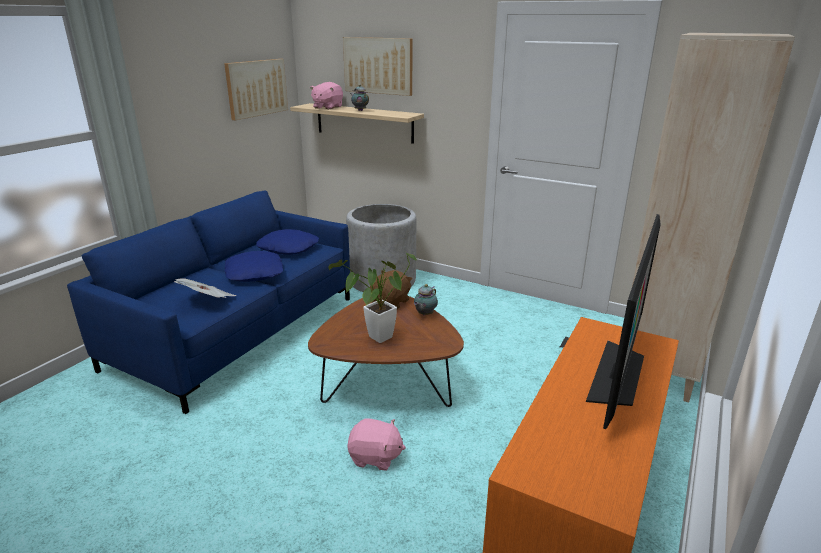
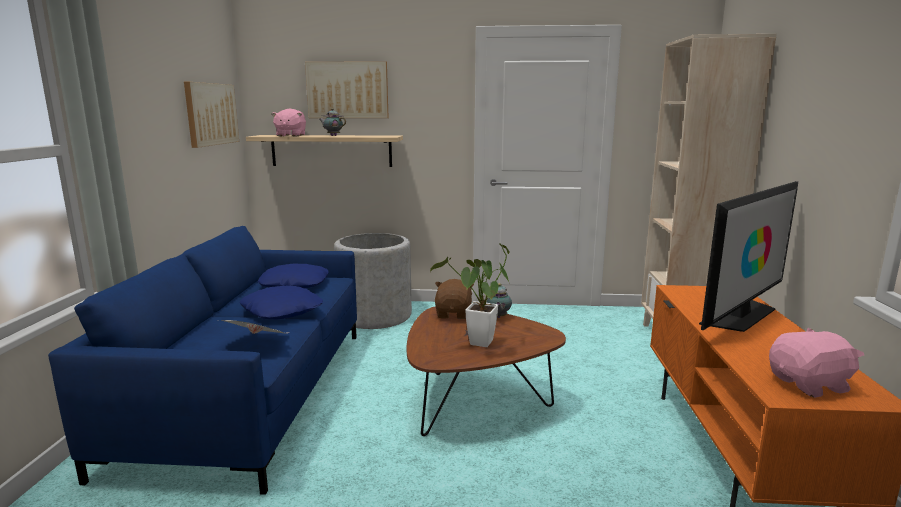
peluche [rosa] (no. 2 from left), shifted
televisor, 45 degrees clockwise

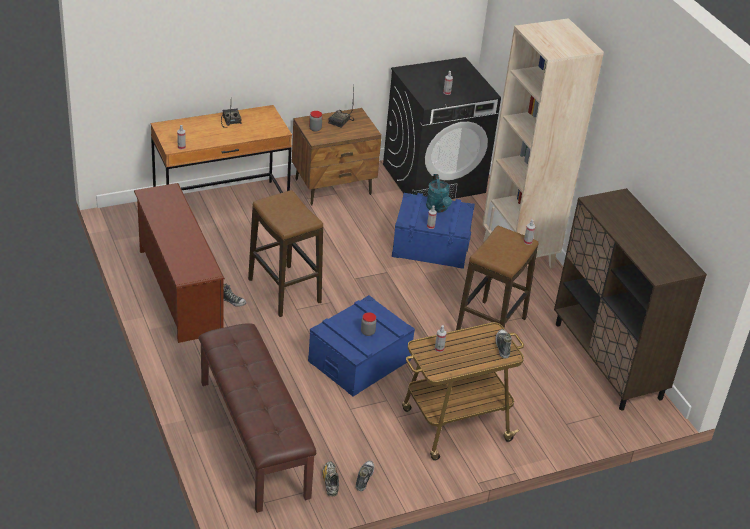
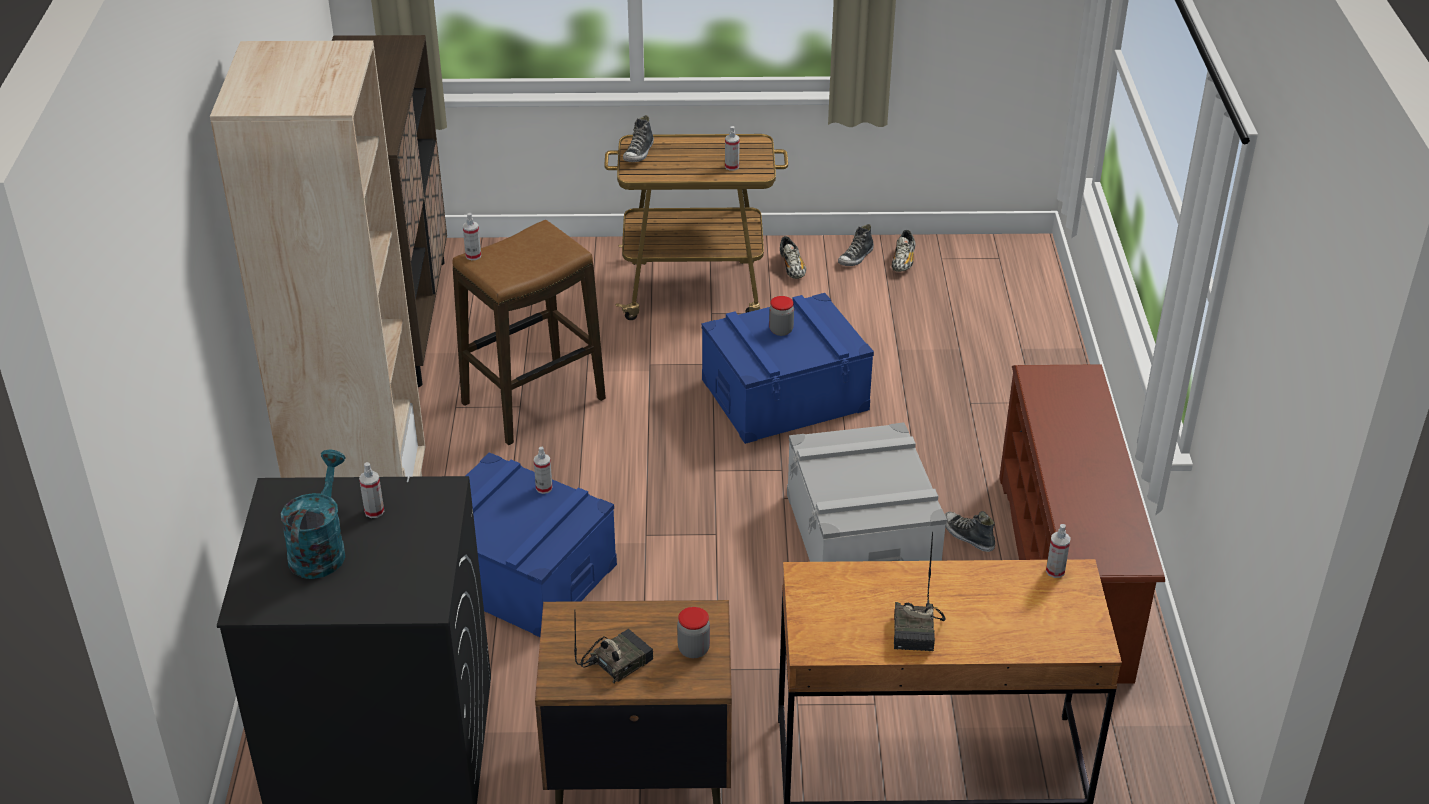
banco [marrón] → -
taburete (no. 1 from left) → caja de almacenaje [gris]
regadera [turquesa], shifted
- → zapato (no. 2 from left)

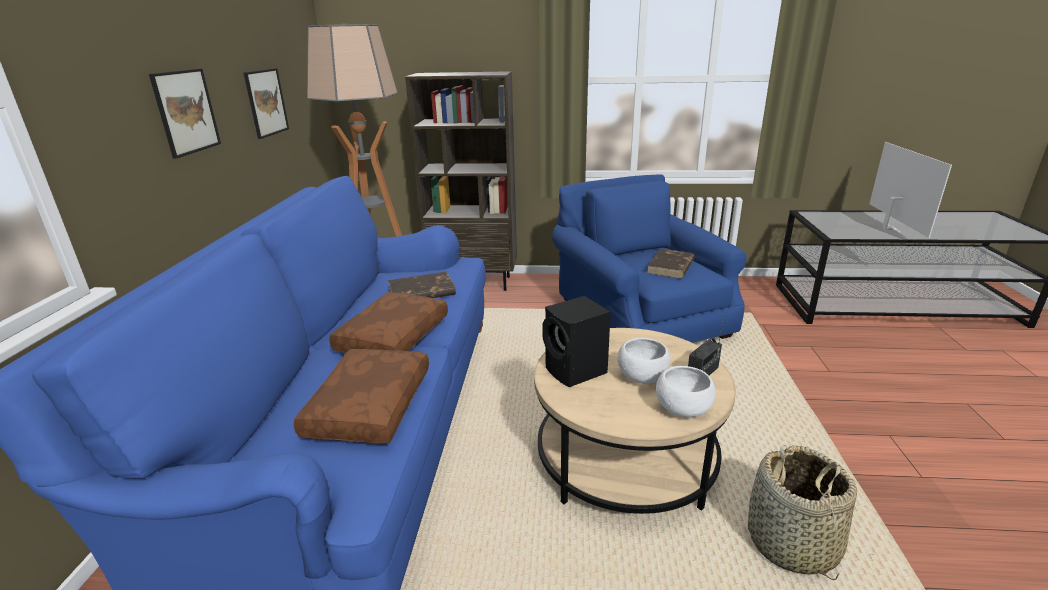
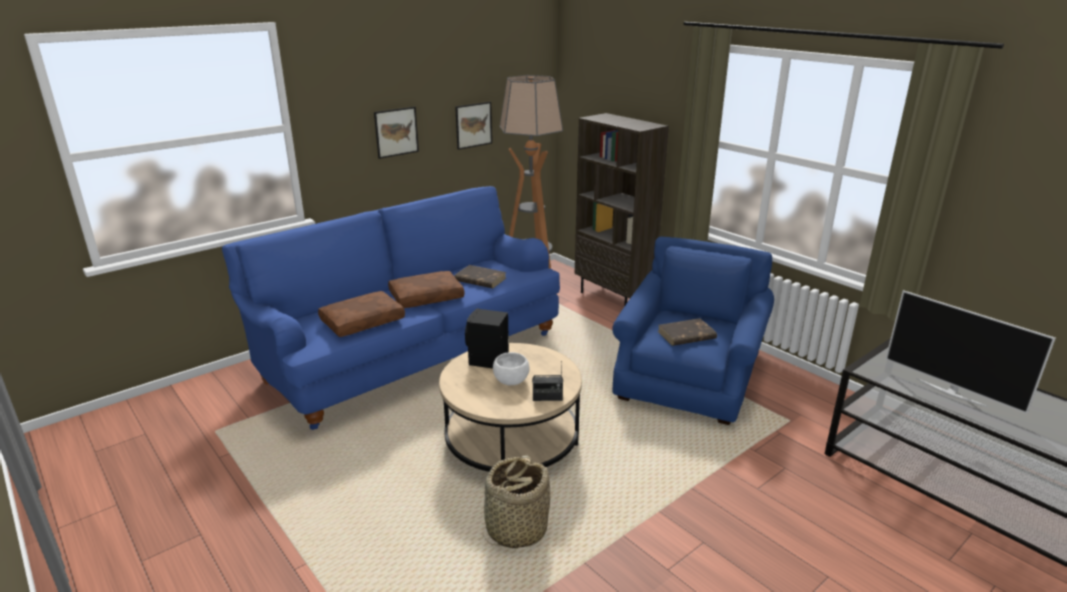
cuenco [blanco] (no. 2 from left) → -
televisor, 90 degrees clockwise

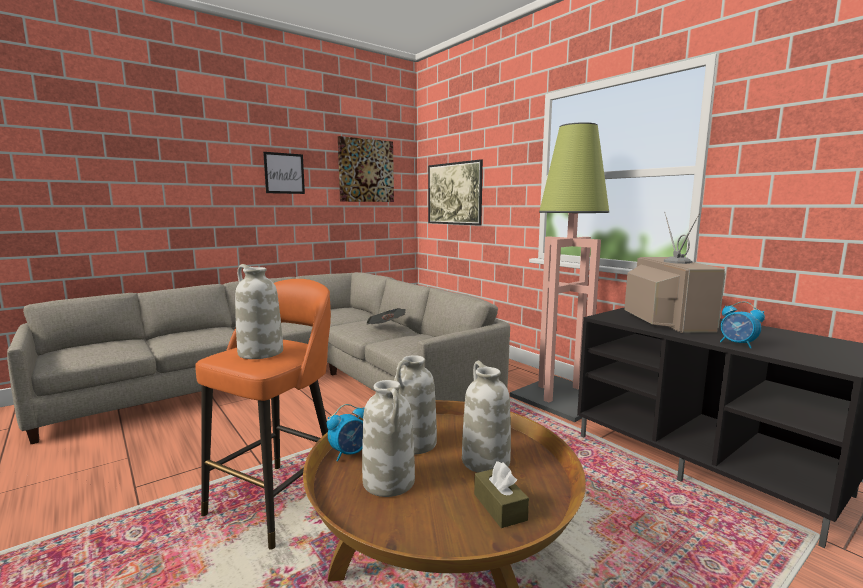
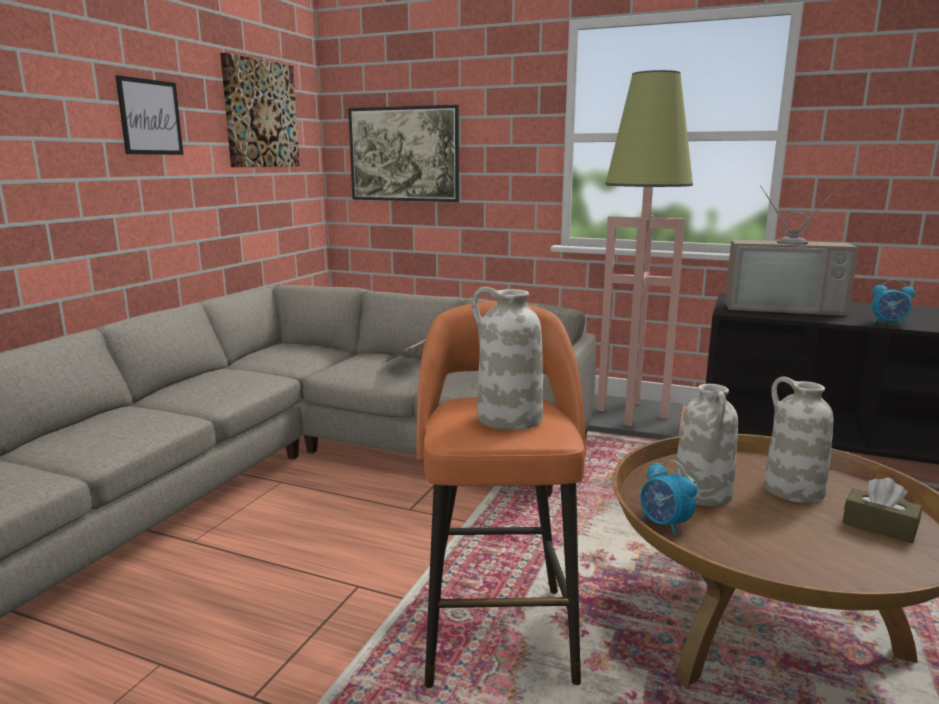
despertador (no. 1 from left), 120 degrees clockwise
florero [blanco] (no. 2 from left) → -
televisor, 135 degrees clockwise

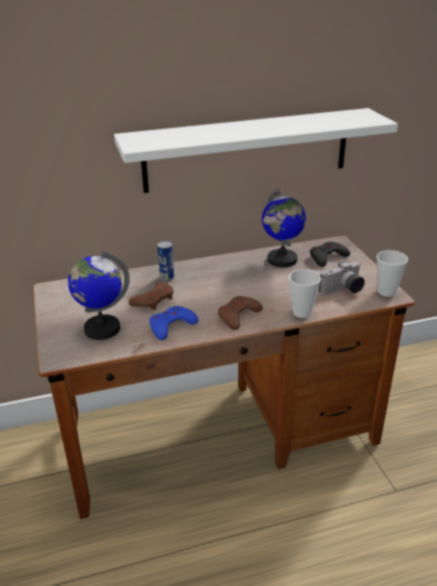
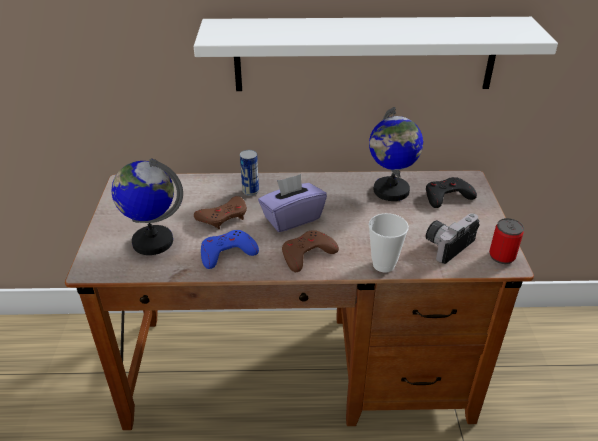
cámara, 150 degrees clockwise
taza (no. 2 from left) → lata (no. 2 from left)
- → caja de pañuelos [morado]

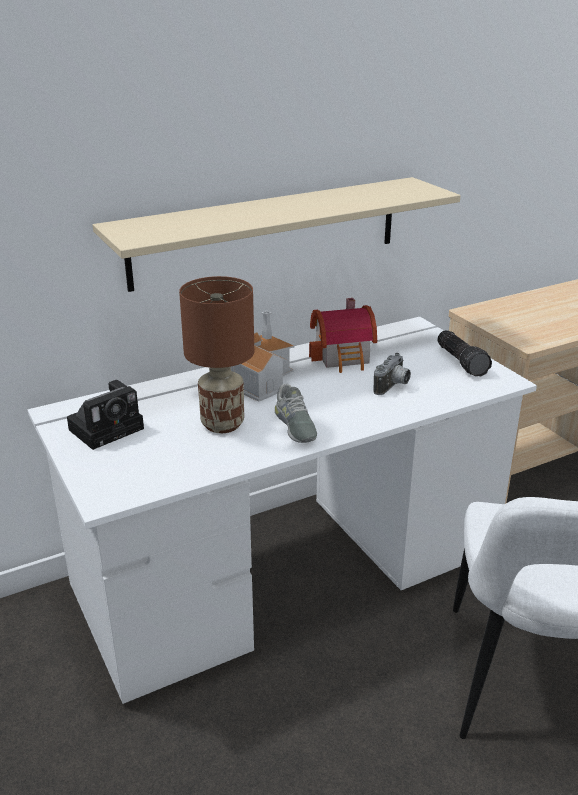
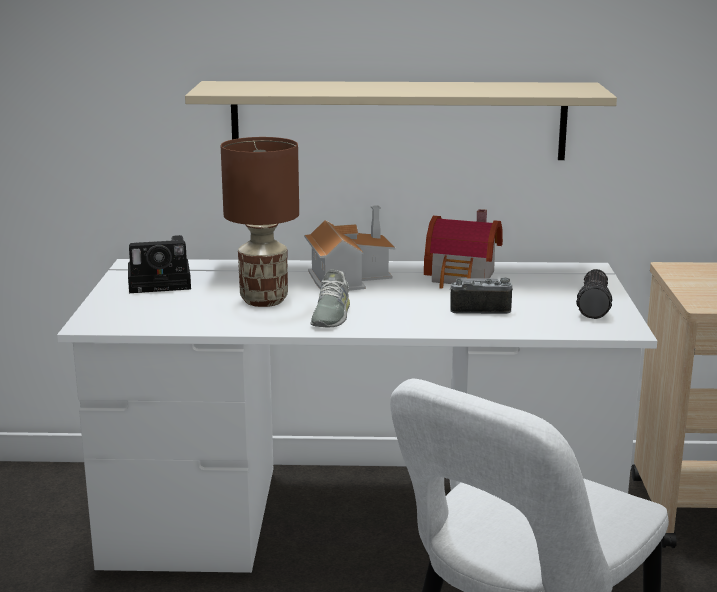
cámara (no. 2 from left), 150 degrees counterclockwise

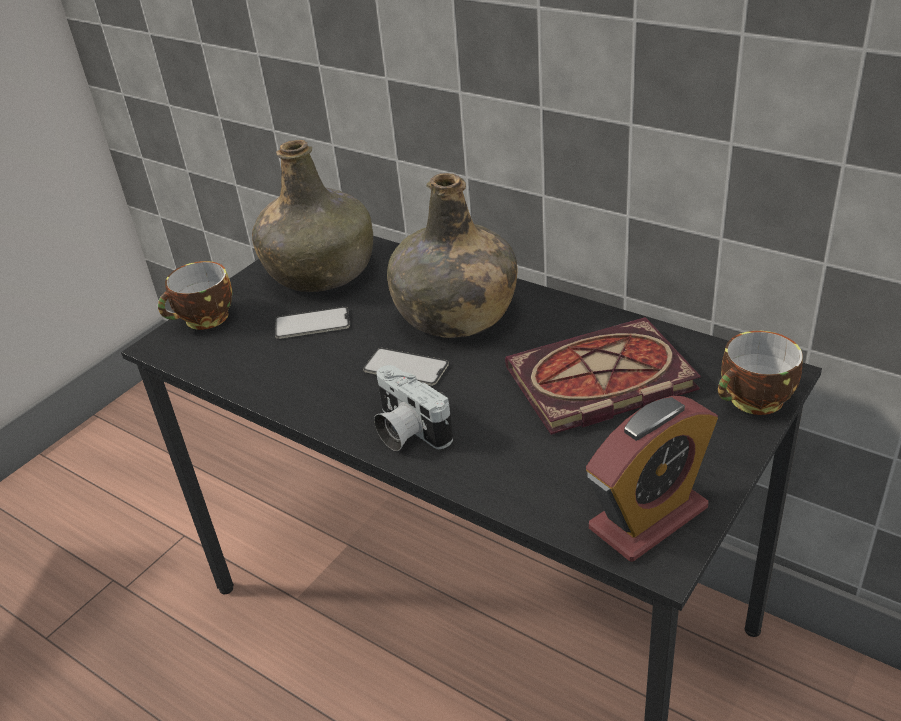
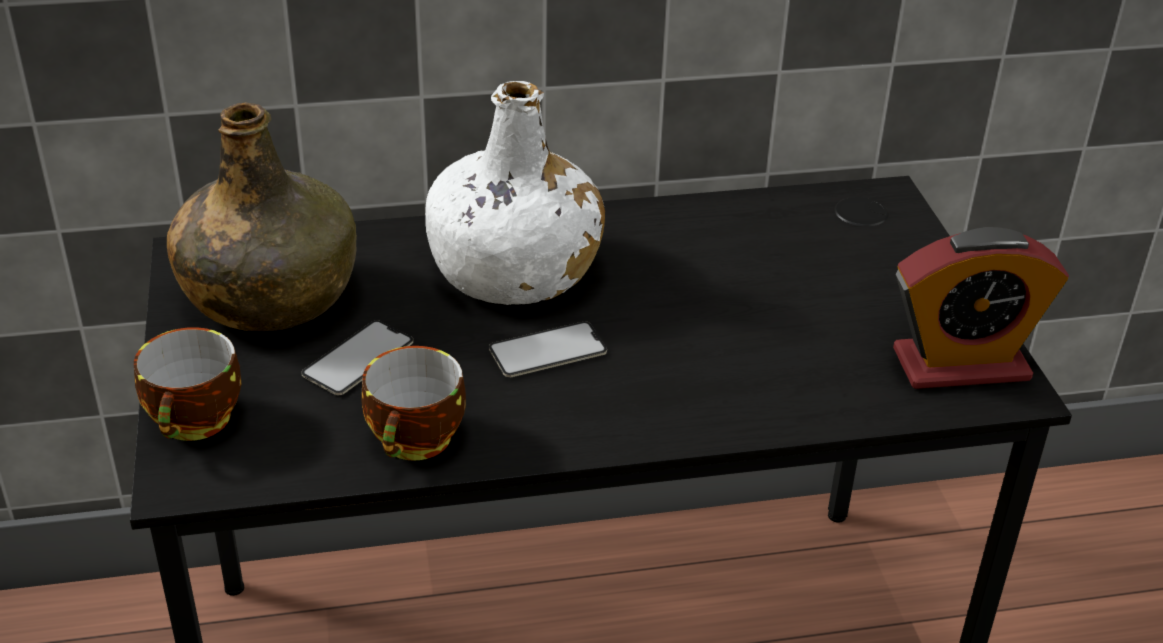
cámara → -
botella [verde] (no. 2 from left) → botella [blanco]
libro → -
despertador, 75 degrees clockwise
taza (no. 2 from left), shifted

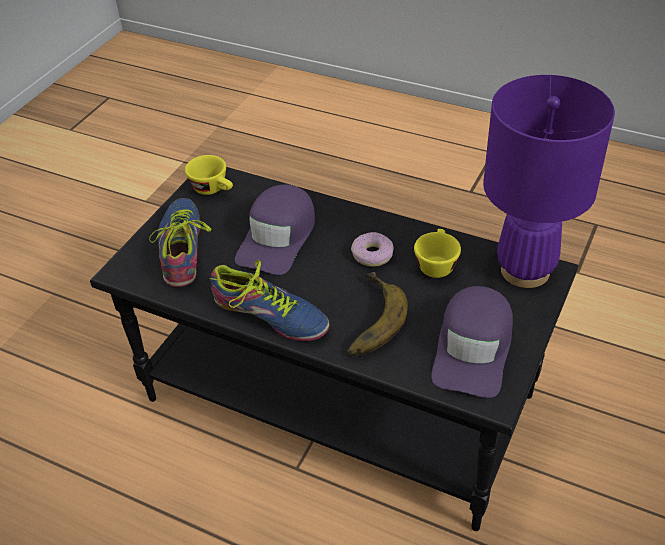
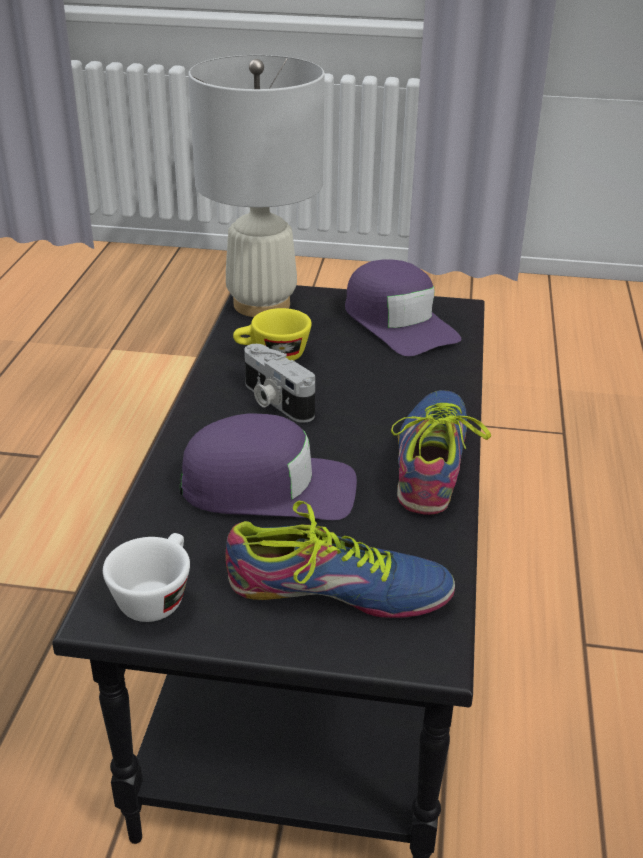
zapato (no. 1 from left), 150 degrees counterclockwise
taza [amarillo] (no. 1 from left) → taza [blanco]
plátano → -
rosquilla → cámara
gorra [morado] (no. 2 from left), 60 degrees clockwise
lámpara de mesa [morado] → lámpara de mesa [blanco]

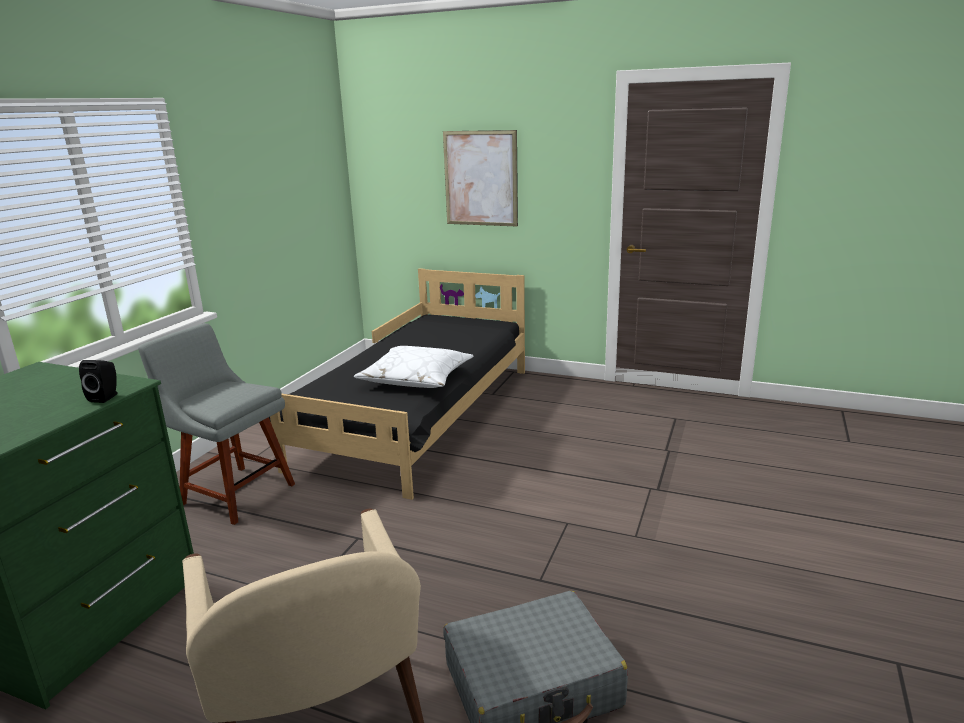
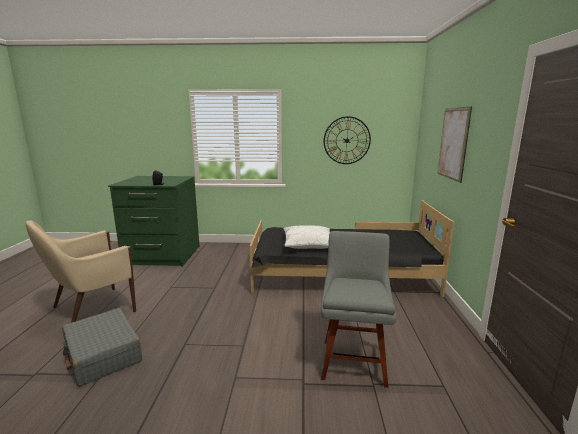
silla [gris], shifted
- → reloj de pared

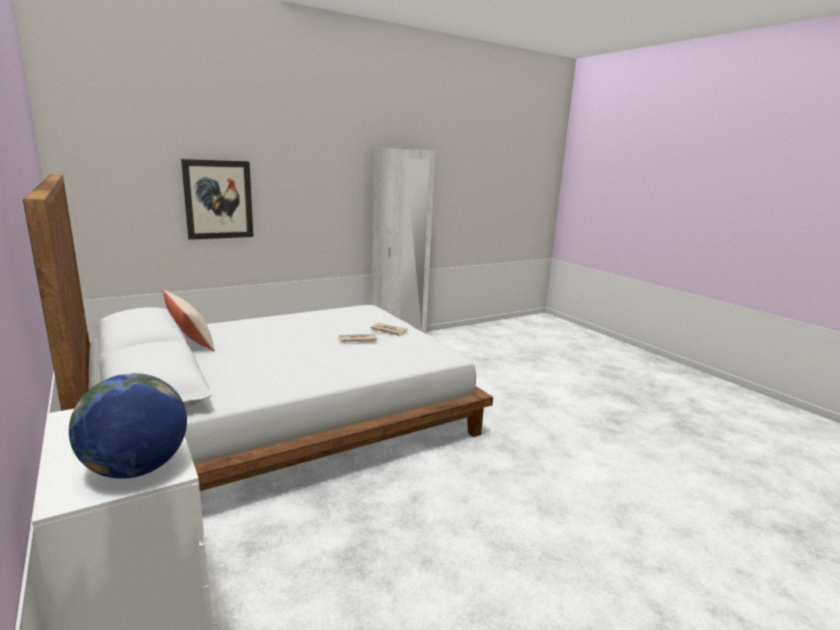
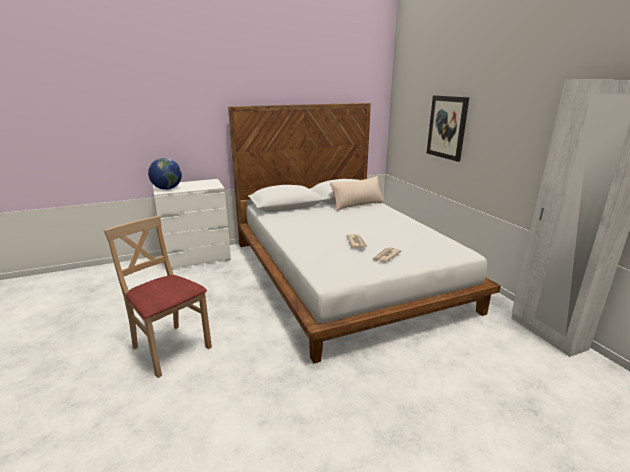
- → silla [beis]

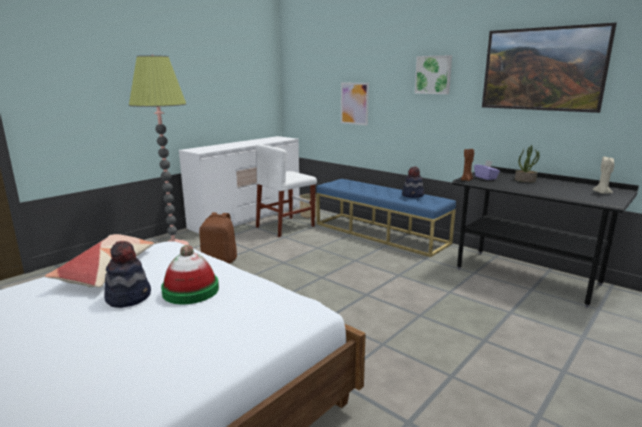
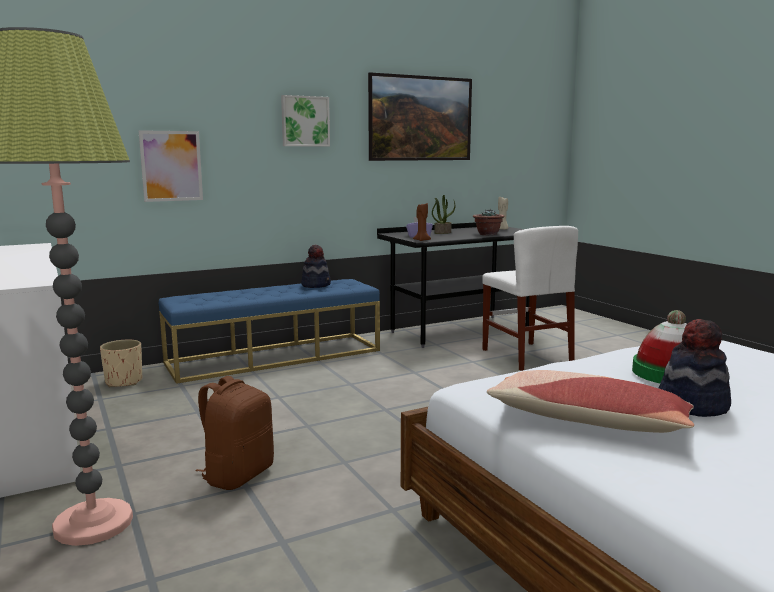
silla [blanco], shifted
- → planta en maceta (no. 2 from left)

